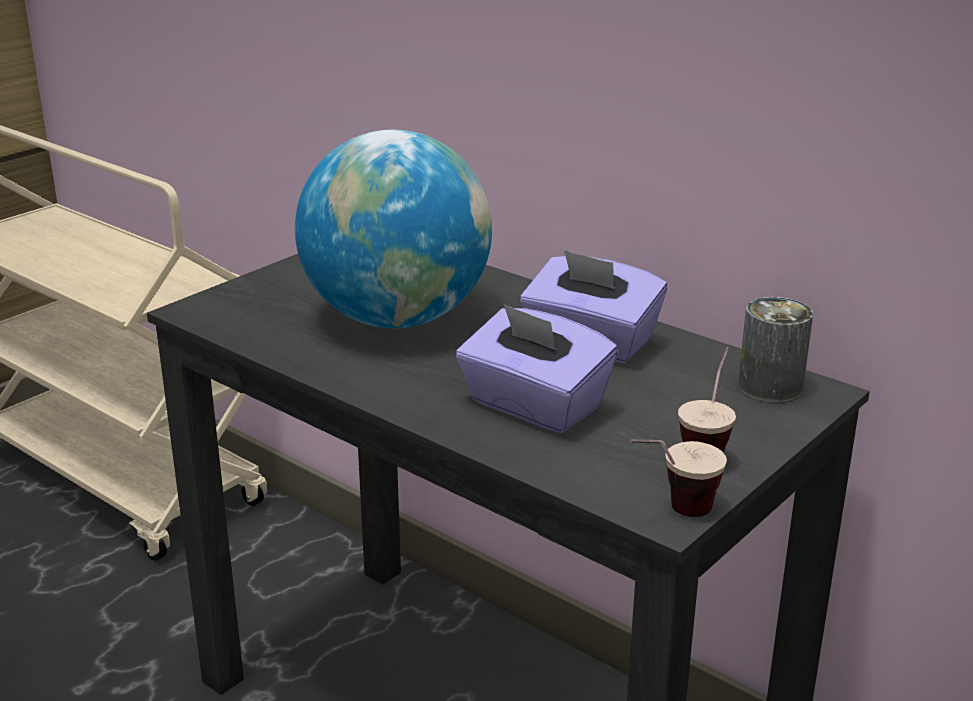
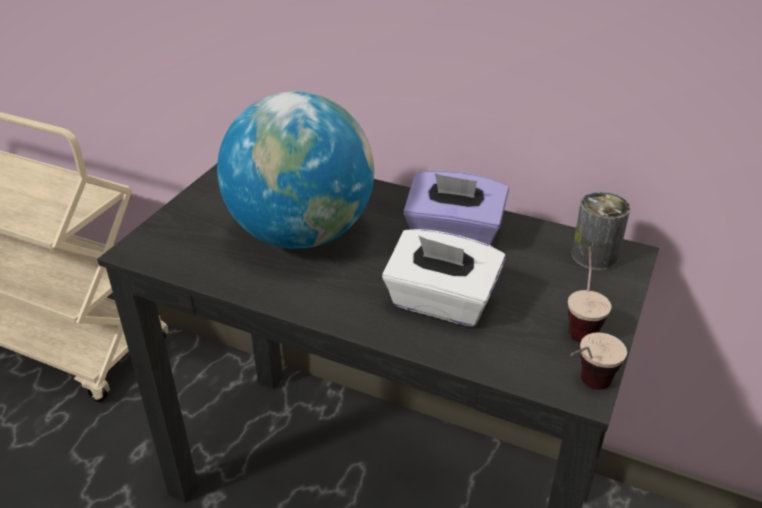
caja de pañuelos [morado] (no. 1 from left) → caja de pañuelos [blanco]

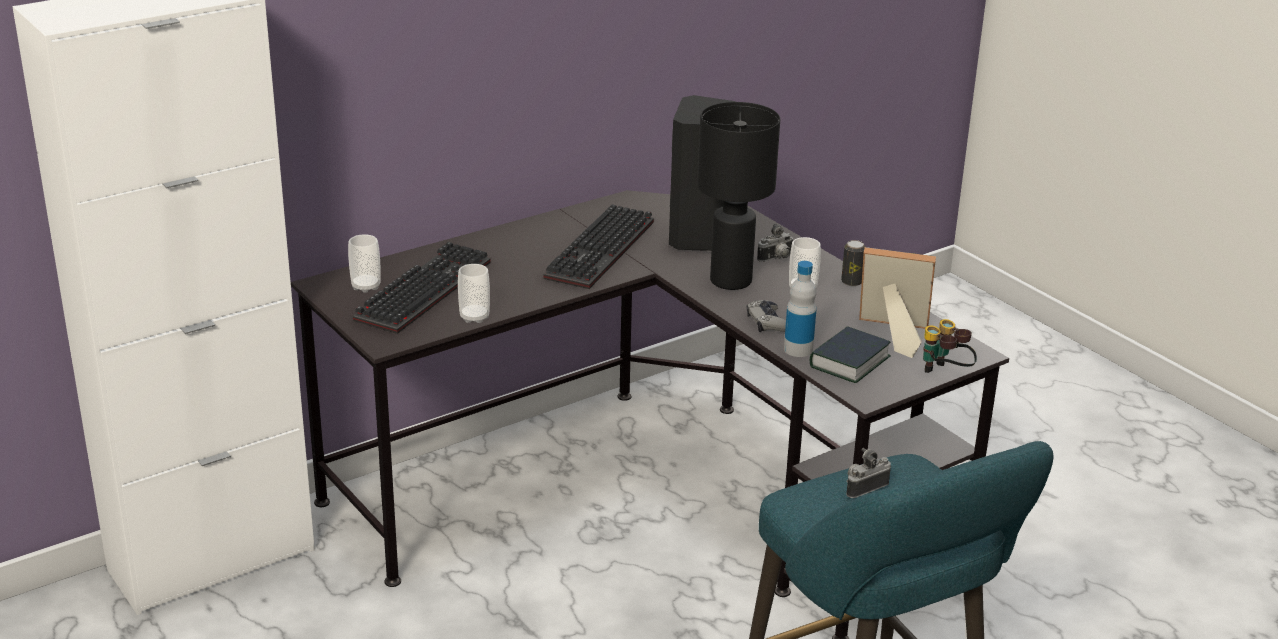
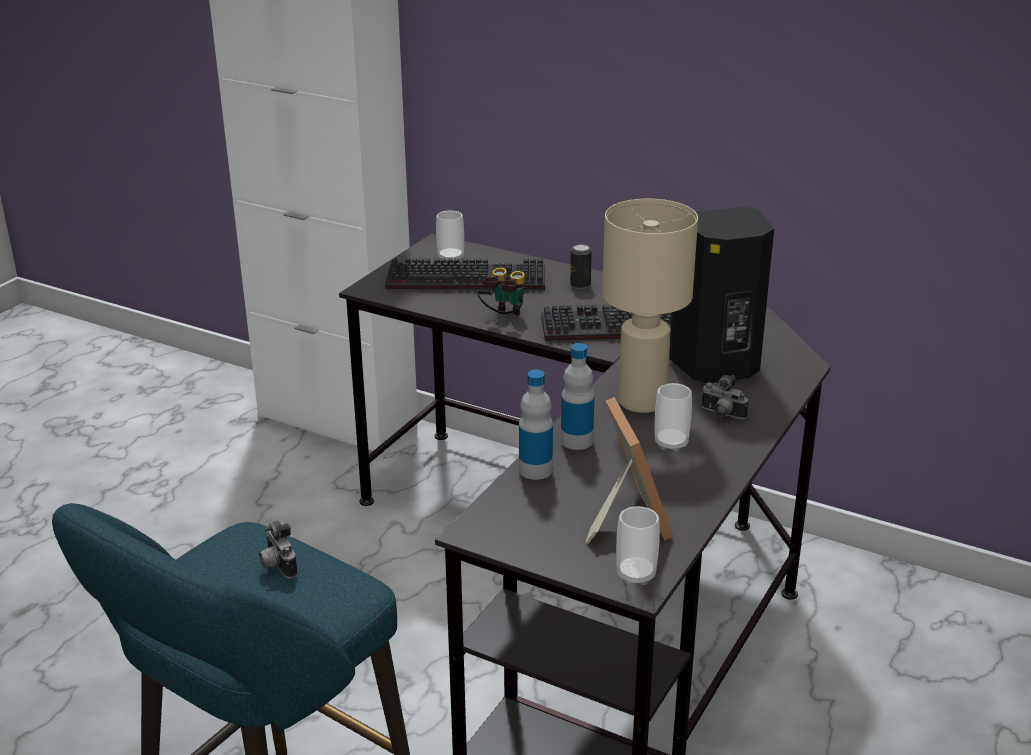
taza (no. 2 from left), shifted
lámpara de mesa [negro] → lámpara de mesa [beis]
mando de consola [gris] → botella (no. 2 from left)
libro → -
lata, shifted
cámara (no. 2 from left in the first image) → cámara (no. 1 from left), 150 degrees counterclockwise
prismáticos, shifted

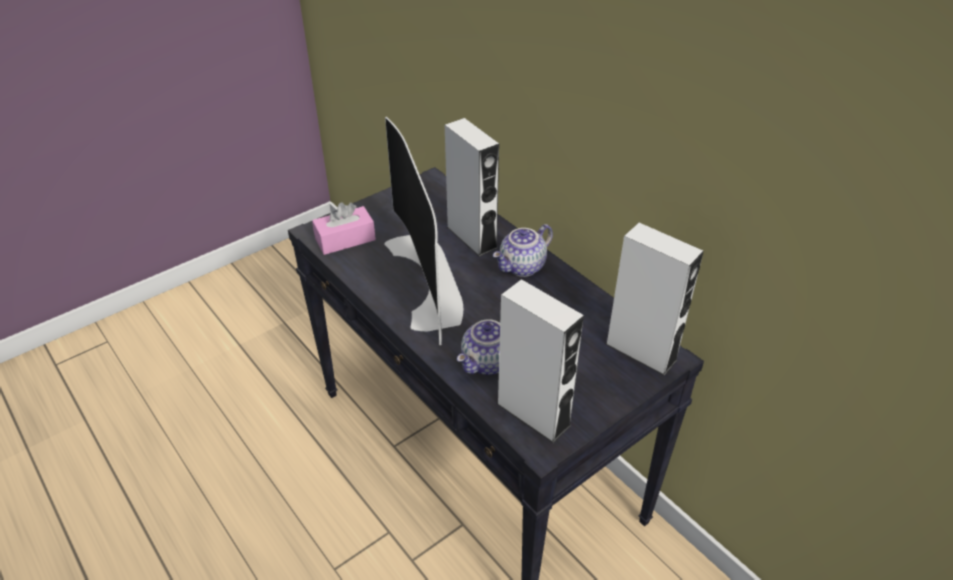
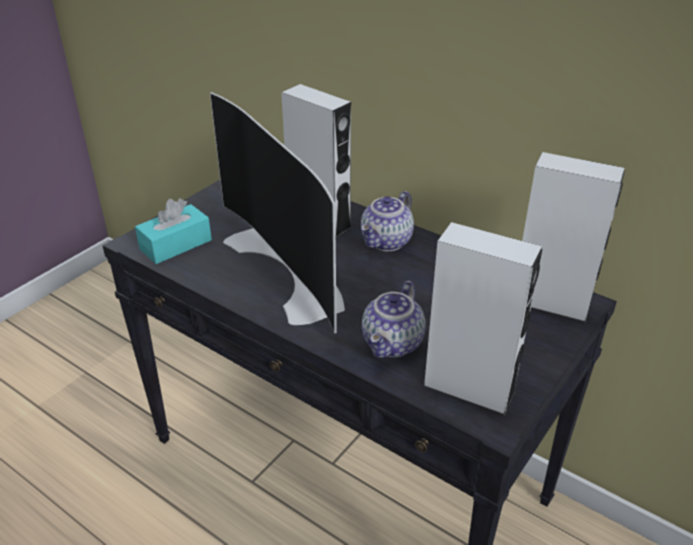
caja de pañuelos [rosa] → caja de pañuelos [turquesa]

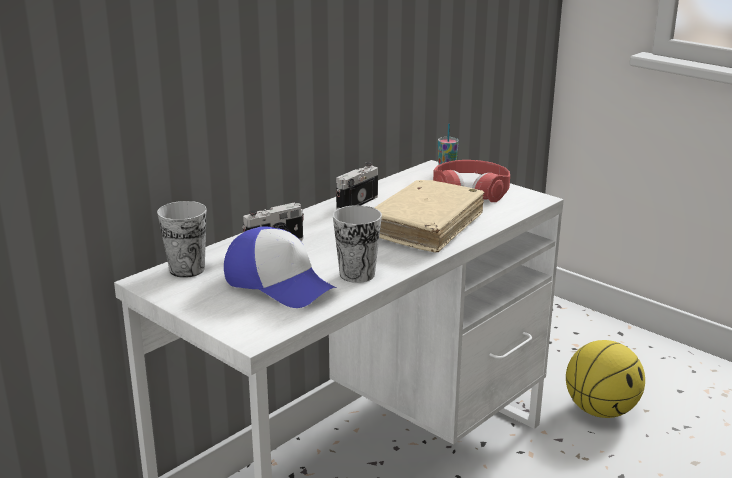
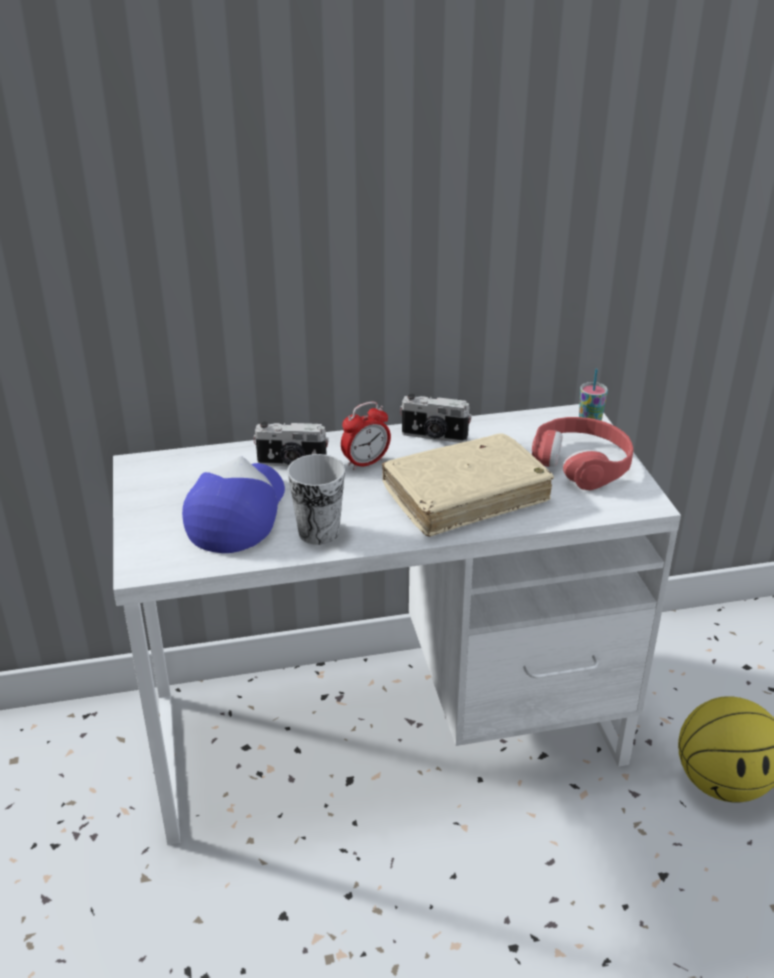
taza (no. 1 from left) → -
gorra, 150 degrees counterclockwise
cámara (no. 2 from left), 150 degrees counterclockwise
- → despertador

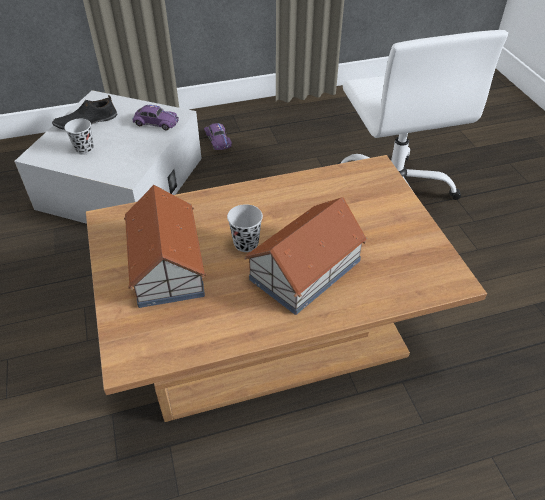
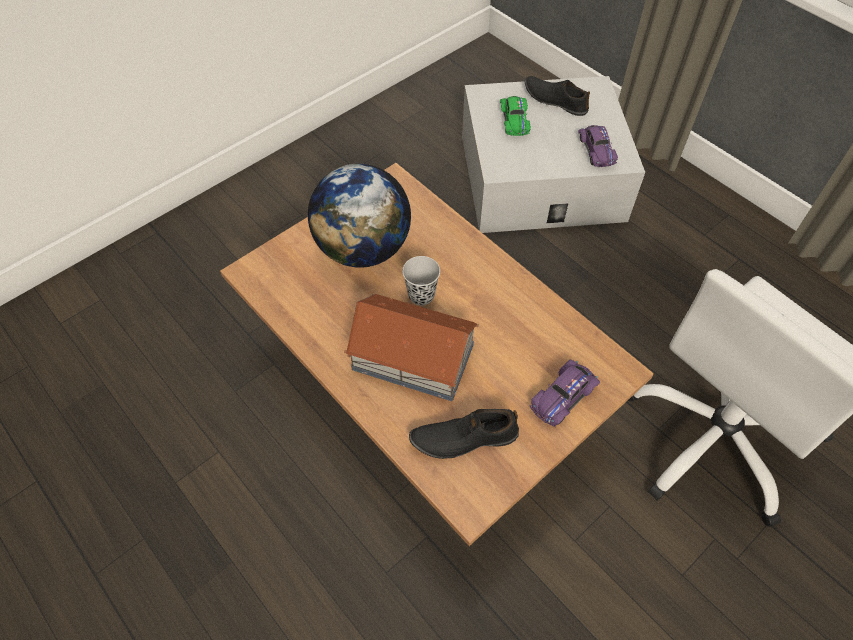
taza [negro] (no. 1 from left) → coche de juguete [verde]
casita (no. 1 from left) → globo terráqueo
coche de juguete [morado] (no. 2 from left in the first image) → coche de juguete [morado] (no. 1 from left), shifted
- → zapato [negro] (no. 1 from left)

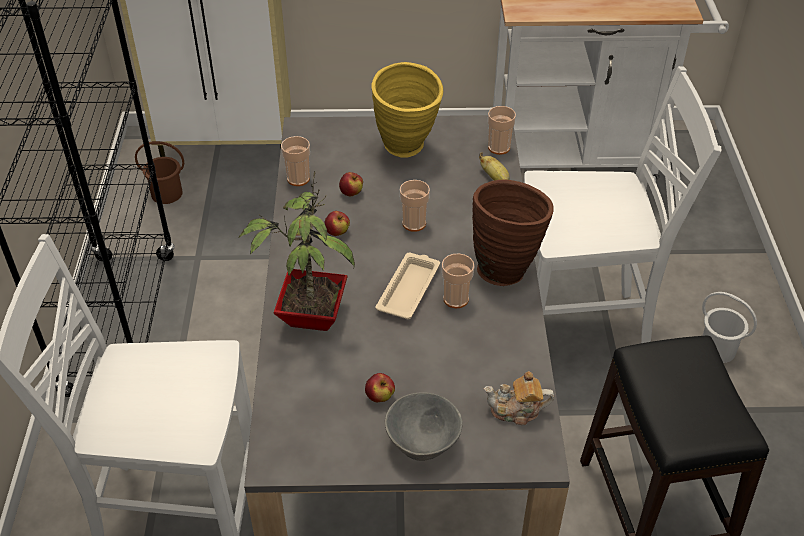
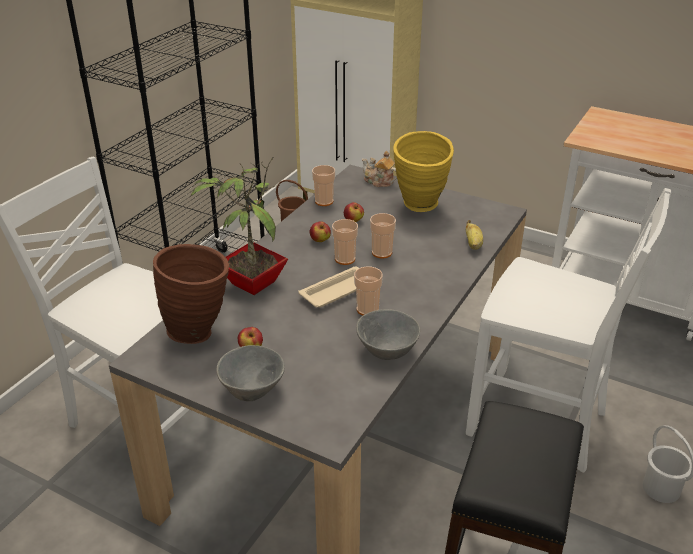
florero [marrón], shifted
tetera, shifted
taza (no. 4 from left in the first image) → taza (no. 2 from left), shifted
- → cuenco [gris] (no. 2 from left)

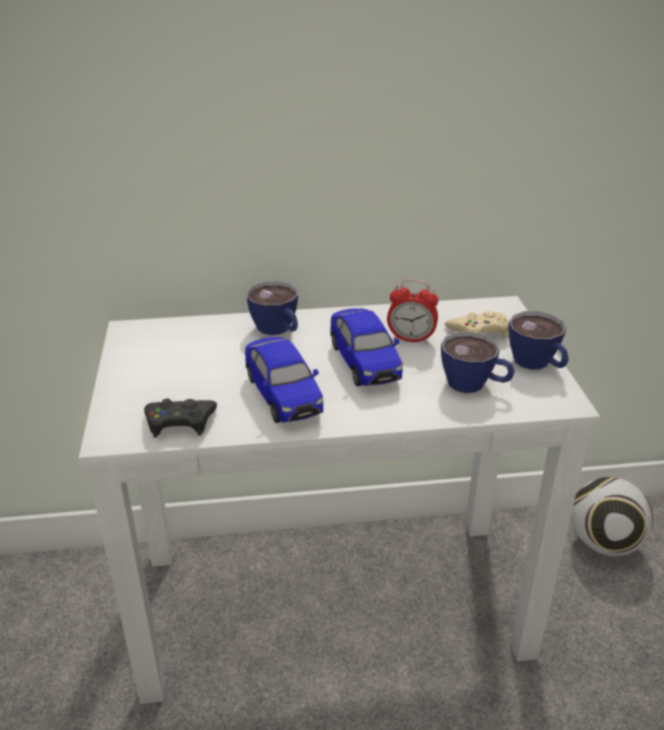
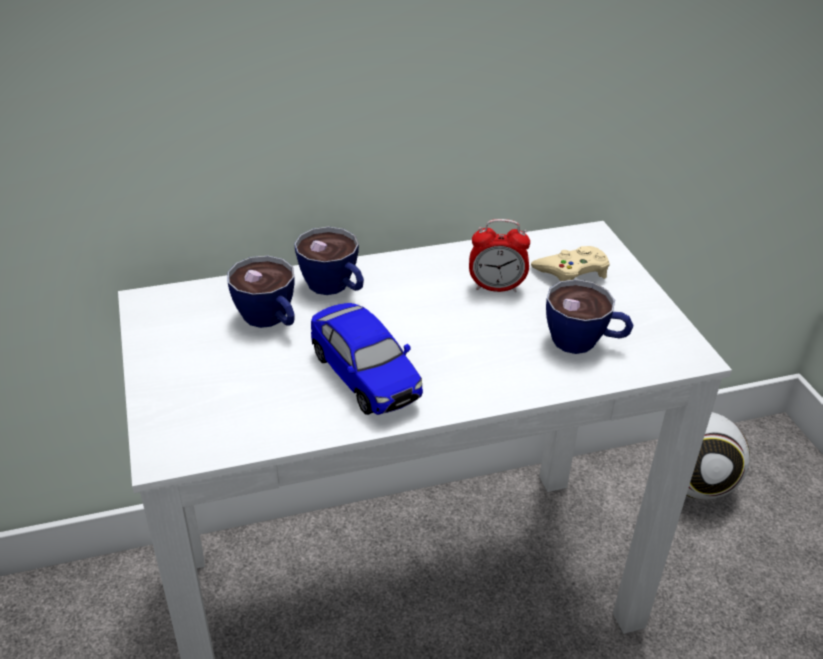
mando de consola [negro] → -
coche de juguete (no. 2 from left) → -
taza (no. 3 from left in the first image) → taza (no. 1 from left), shifted

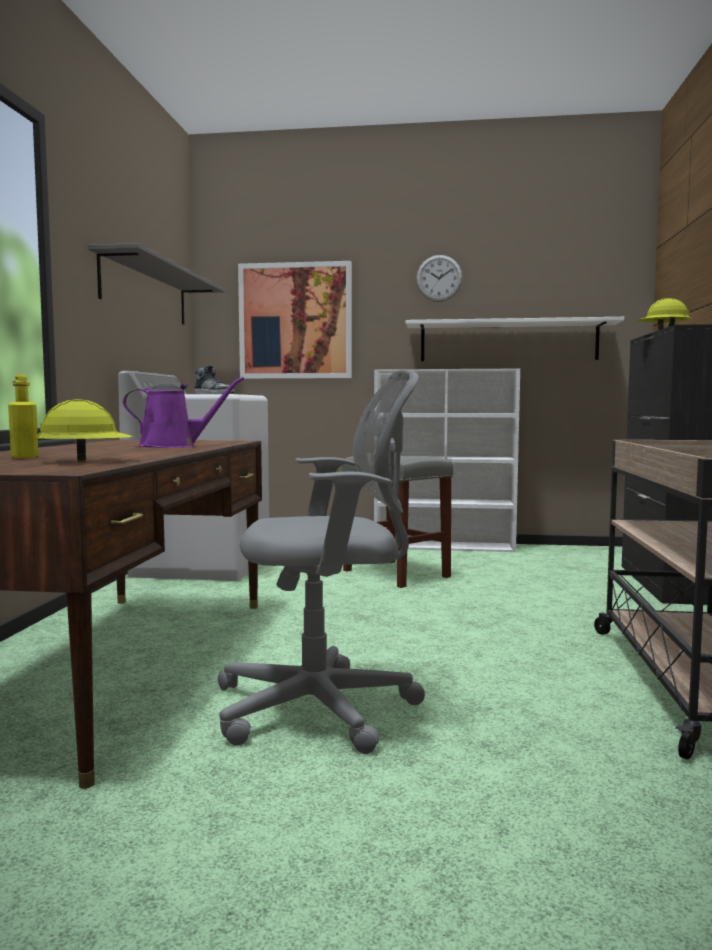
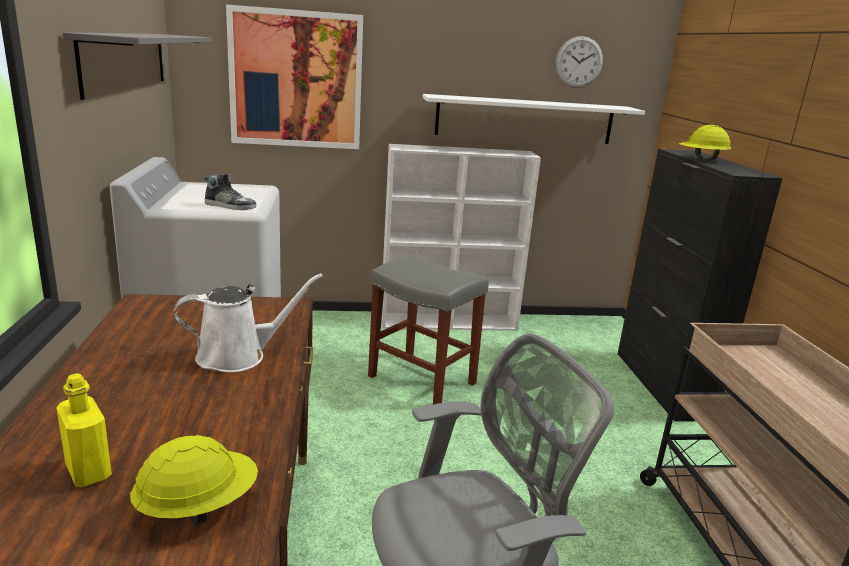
regadera [morado] → regadera [blanco]
reloj de pared, shifted

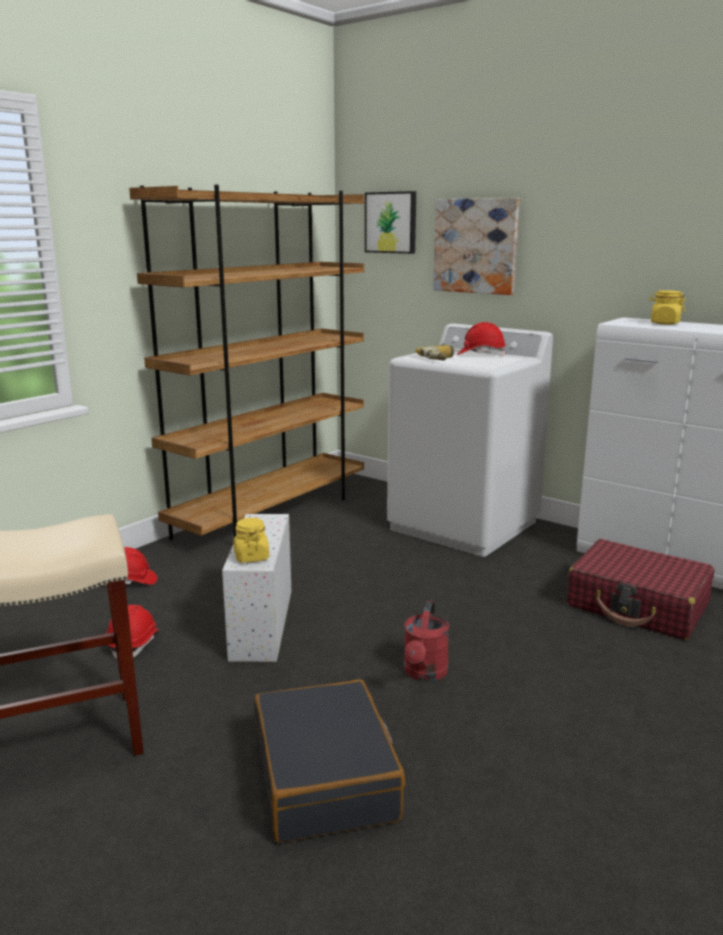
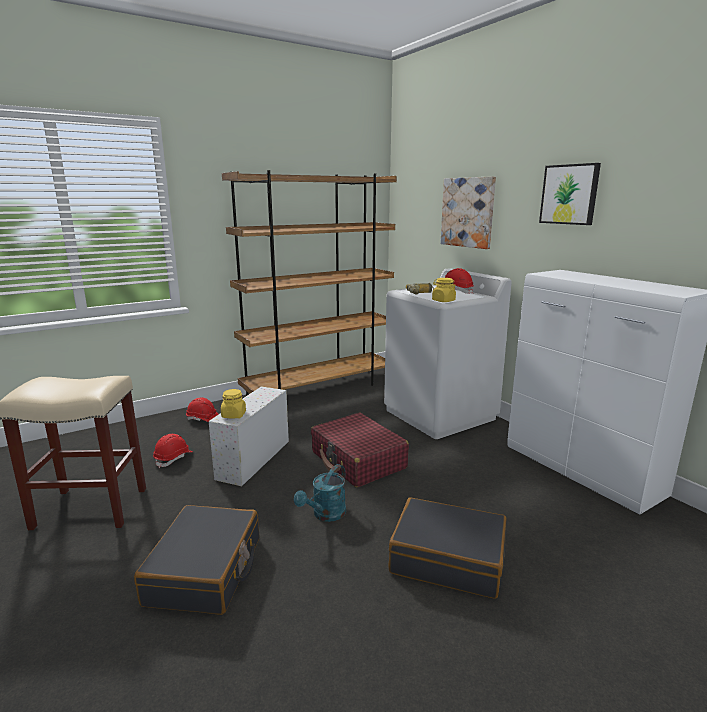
cuadro (no. 1 from left in the first image) → cuadro (no. 2 from left), shifted
regadera [rojo] → regadera [turquesa]
maleta [rojo], shifted
tarro [amarillo] (no. 2 from left), shifted
- → maleta [negro] (no. 2 from left)

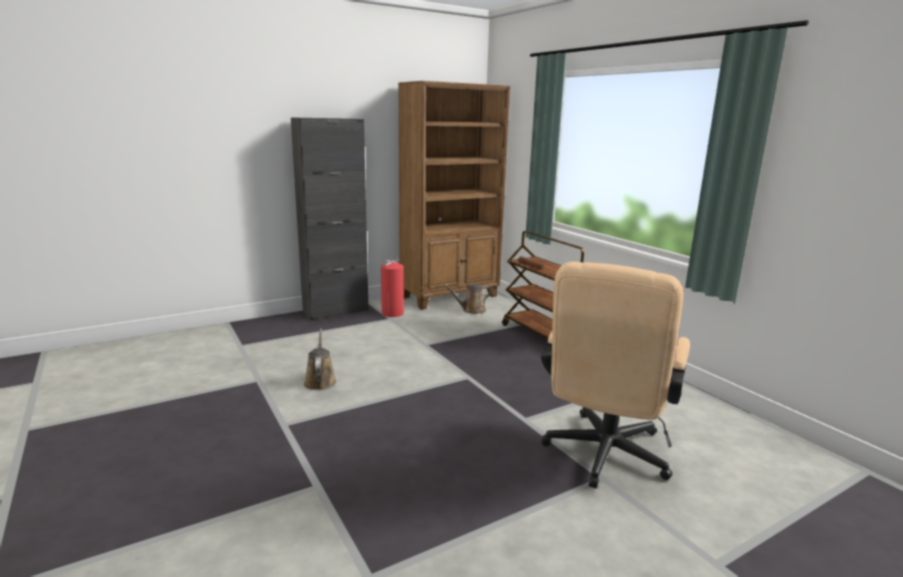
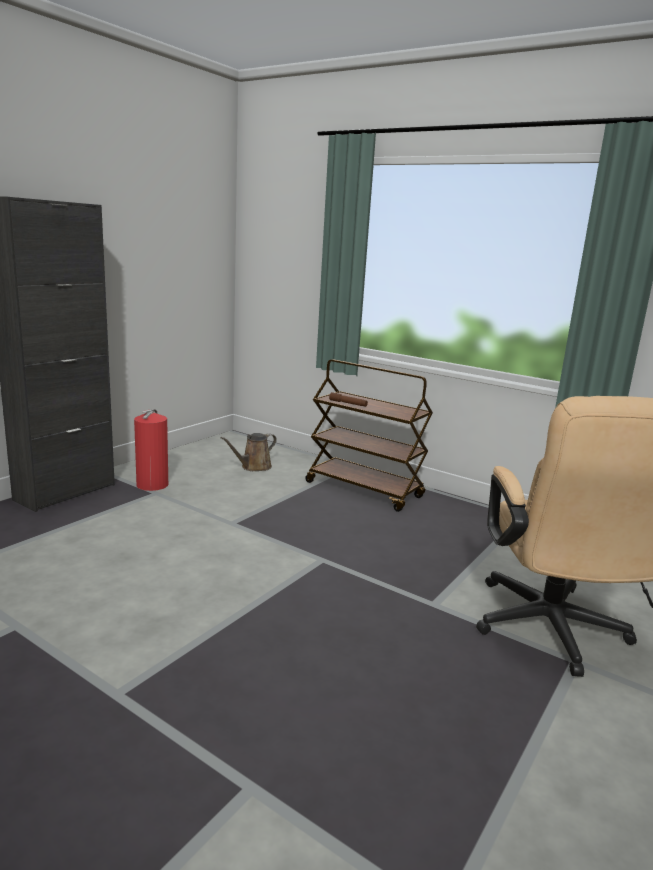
regadera [marrón] (no. 1 from left) → -
estantería [marrón] → -

